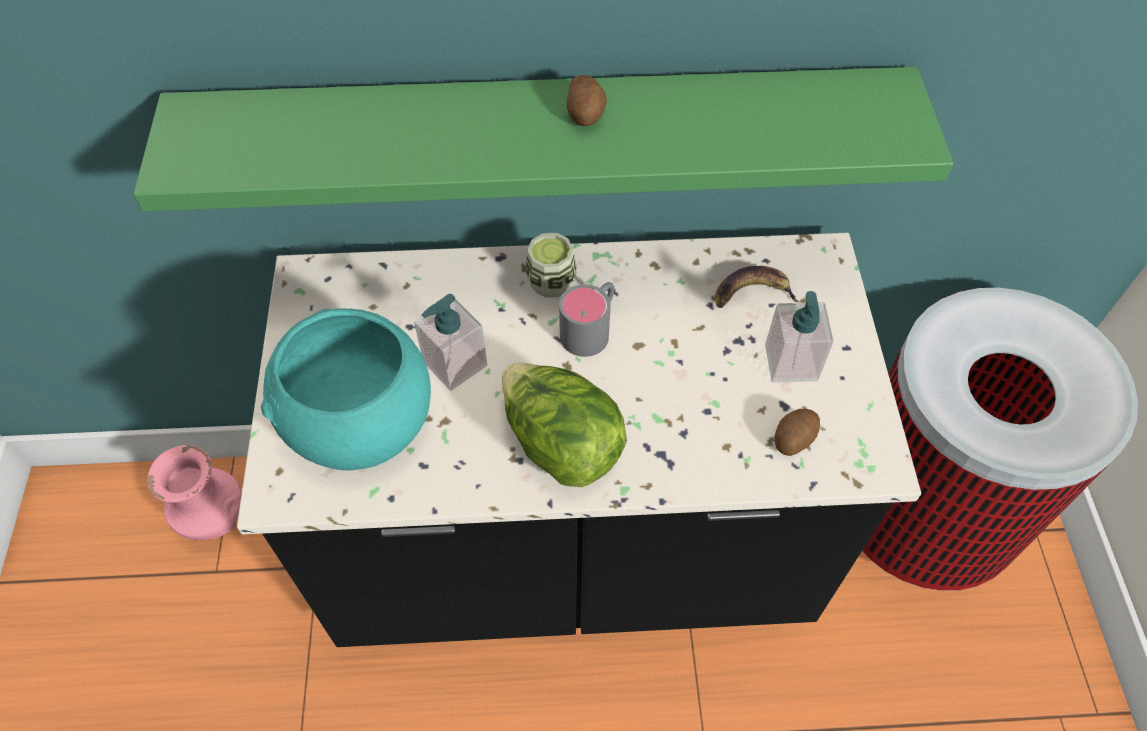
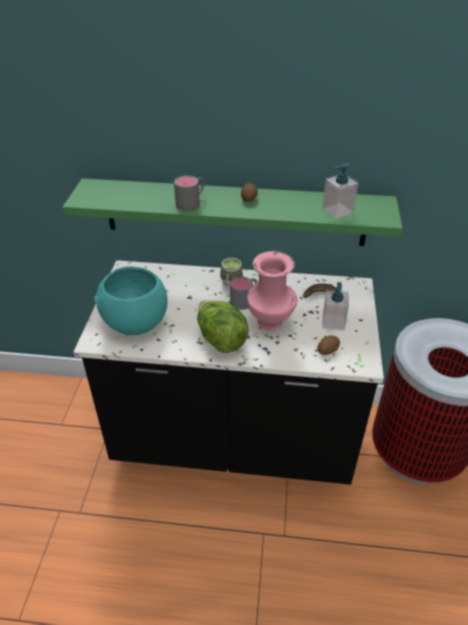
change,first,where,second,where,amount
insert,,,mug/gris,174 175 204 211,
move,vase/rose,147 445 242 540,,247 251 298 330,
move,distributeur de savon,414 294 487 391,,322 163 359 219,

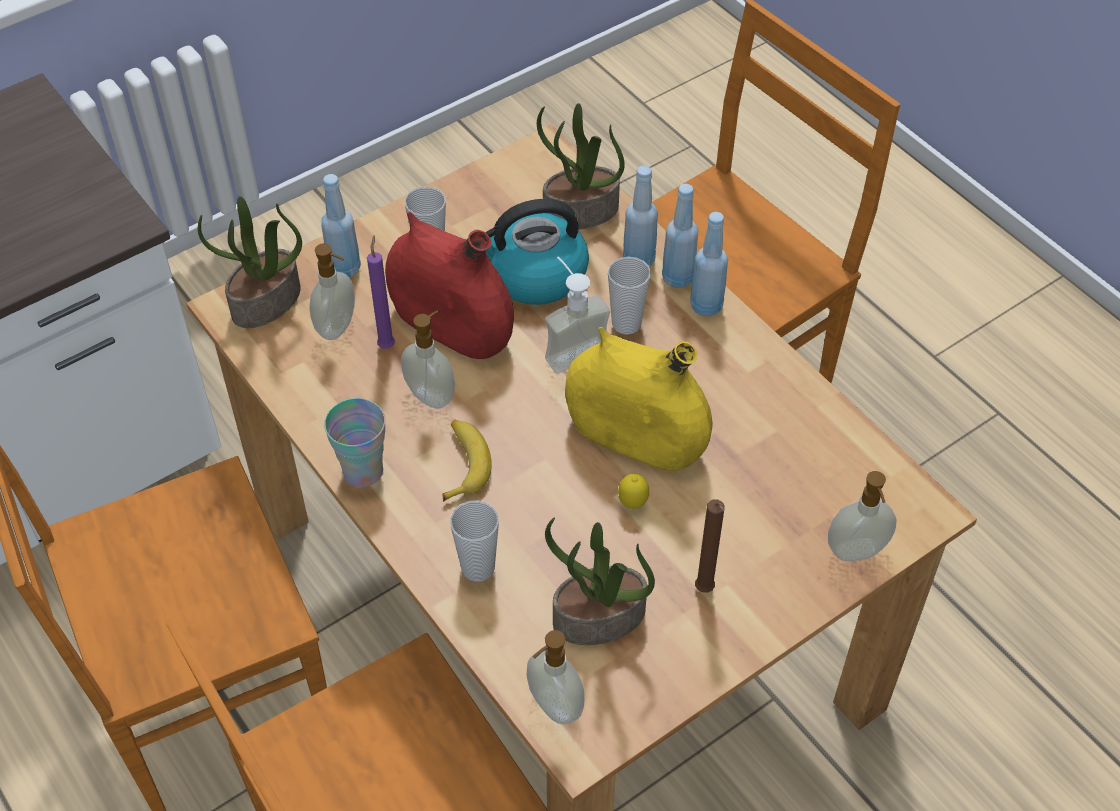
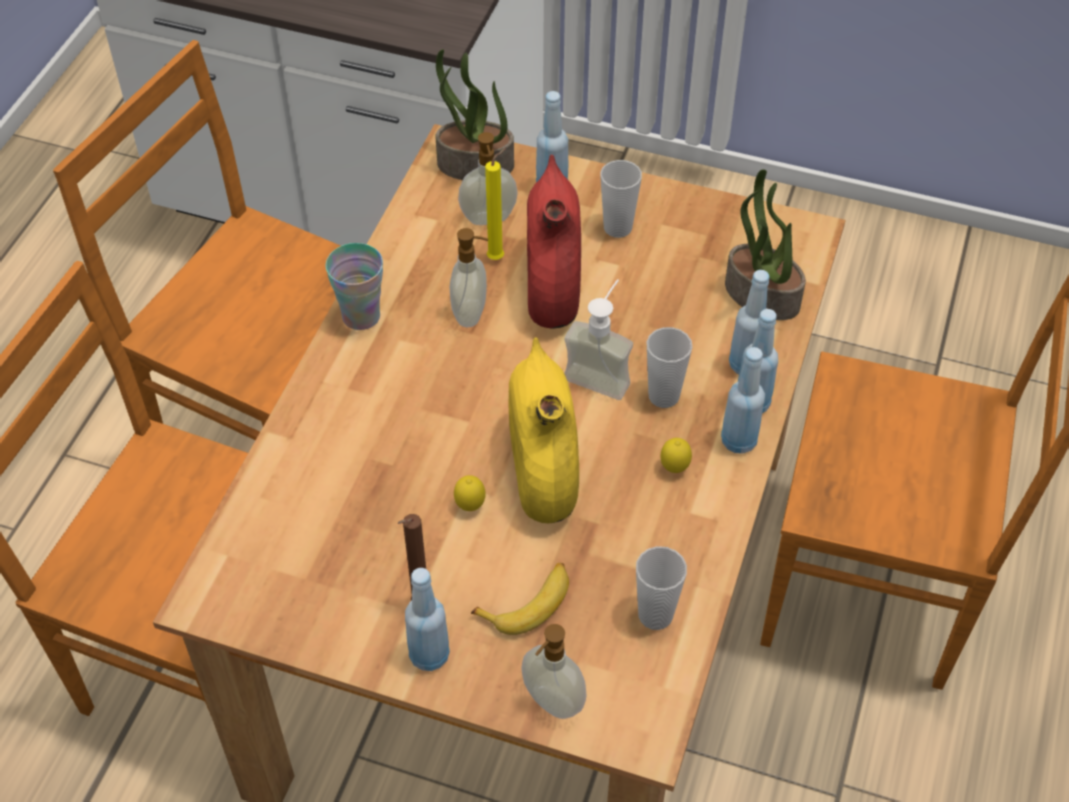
change,first,where,second,where,amount
insert,,,bouteille/bleu,405 568 450 671,
move,banane,442 420 492 502,,471 563 569 635,
recolor,bougie/violet,367 235 395 349,bougie/jaune,485 148 506 260,
move,tasse,450 500 499 582,,636 546 687 630,
insert,,,citron,660 438 692 473,
delete,bouilloire,485 199 589 305,,,
delete,distributeur de savon,527 630 584 724,,,
delete,plante en pot,545 517 655 645,,,

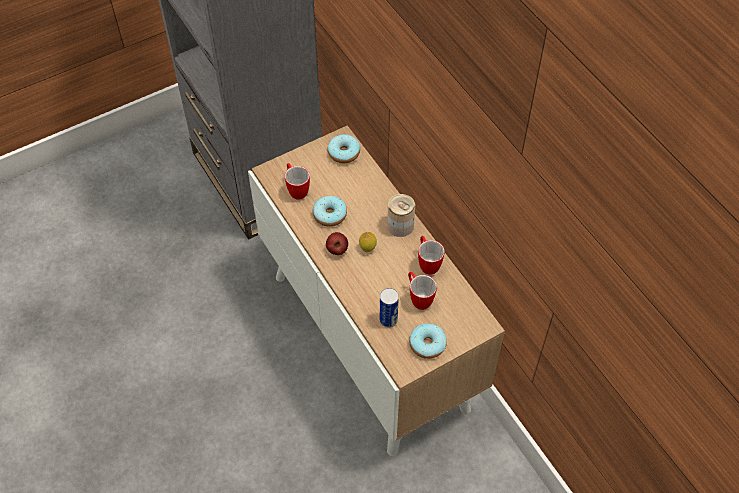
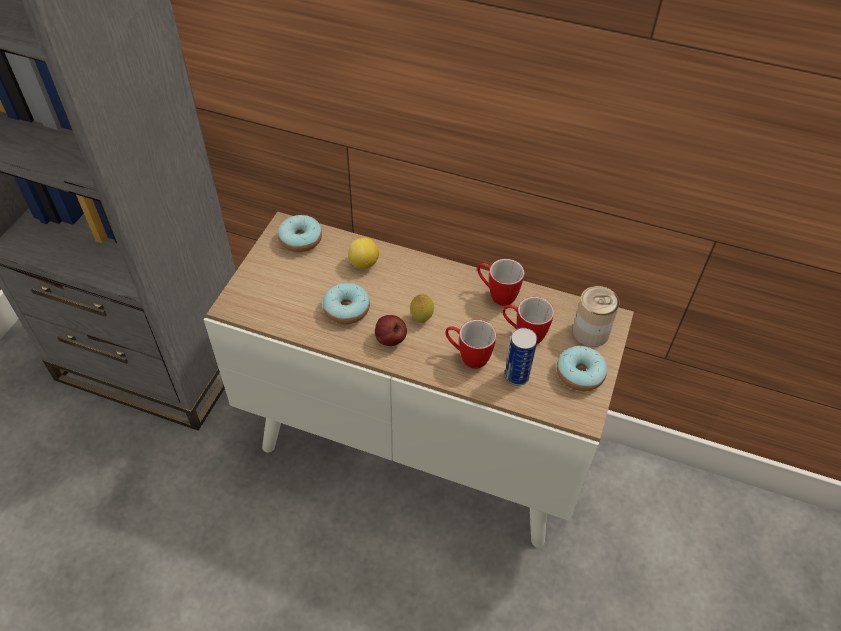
change,first,where,second,where,amount
insert,,,citron,348 238 379 268,
move,mug,285 163 310 200,,445 320 496 369,
move,boîte métallique,387 194 415 237,,573 286 620 347,

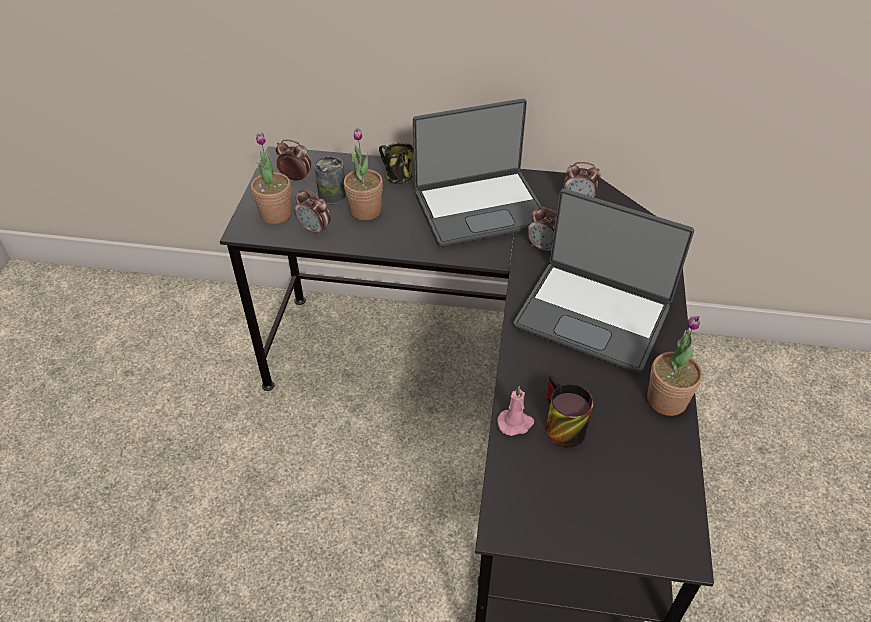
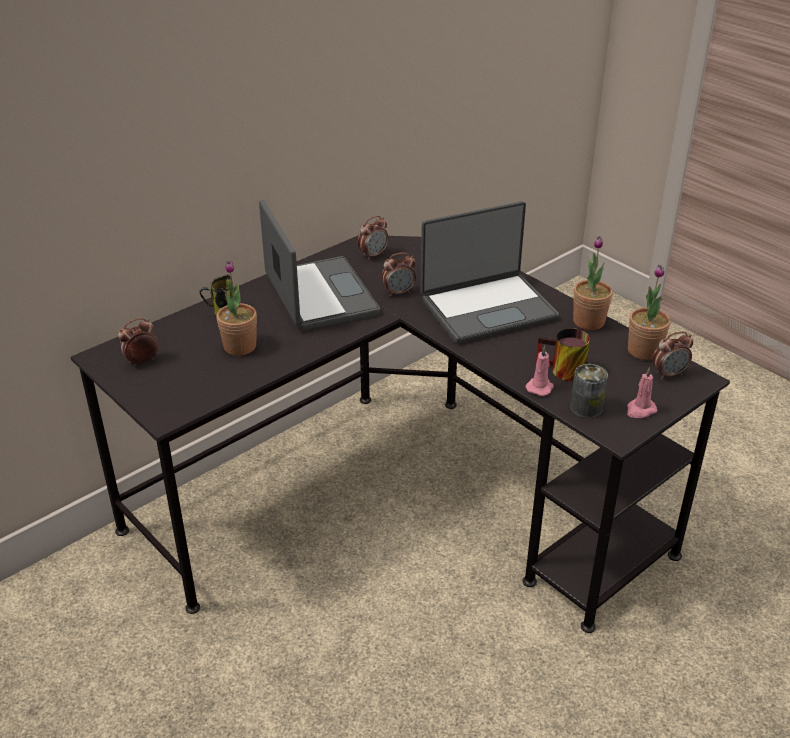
change,first,where,second,where,amount
rotate,ordinateur portable,413 99 546 247,,259 200 380 331,45 degrees counterclockwise
move,boîte métallique,314 156 346 204,,570 364 608 418,
insert,,,bougie/rose,627 367 657 418,
move,plante en pot,251 132 292 224,,628 265 670 360,
move,réveil,295 189 331 236,,653 332 693 379,

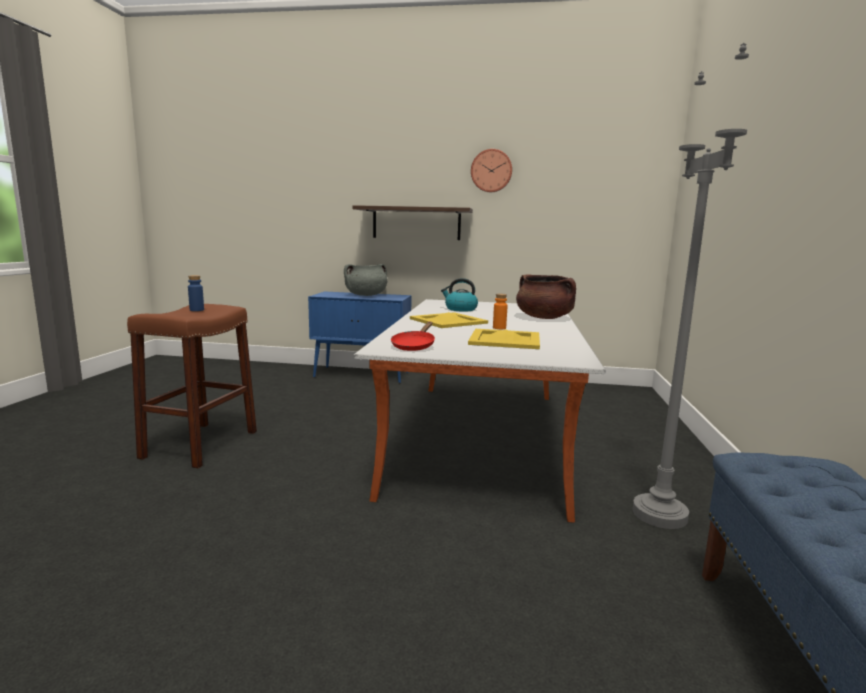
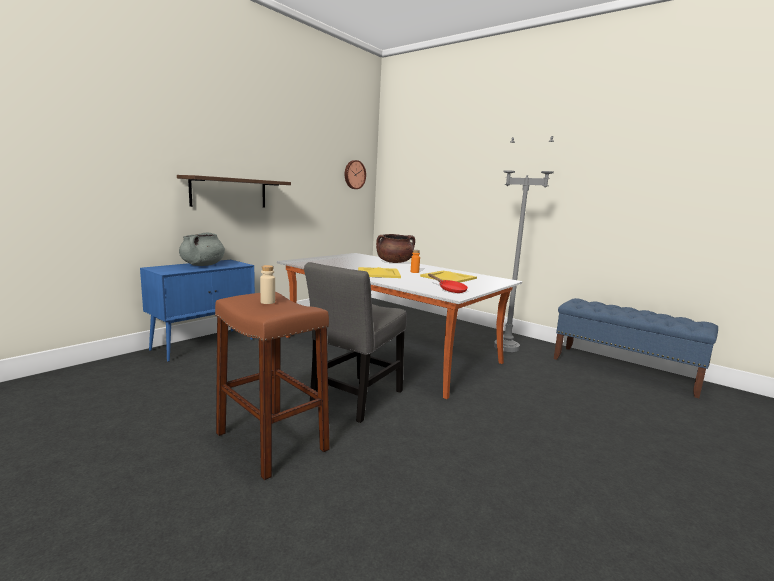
change,first,where,second,where,amount
recolor,bouteille/bleu,188 275 204 311,bouteille/beige,260 265 275 304,
insert,,,chaise/gris,304 262 407 423,
move,horloge murale,471 149 512 192,,345 160 366 189,
delete,bouilloire,441 278 478 312,,,

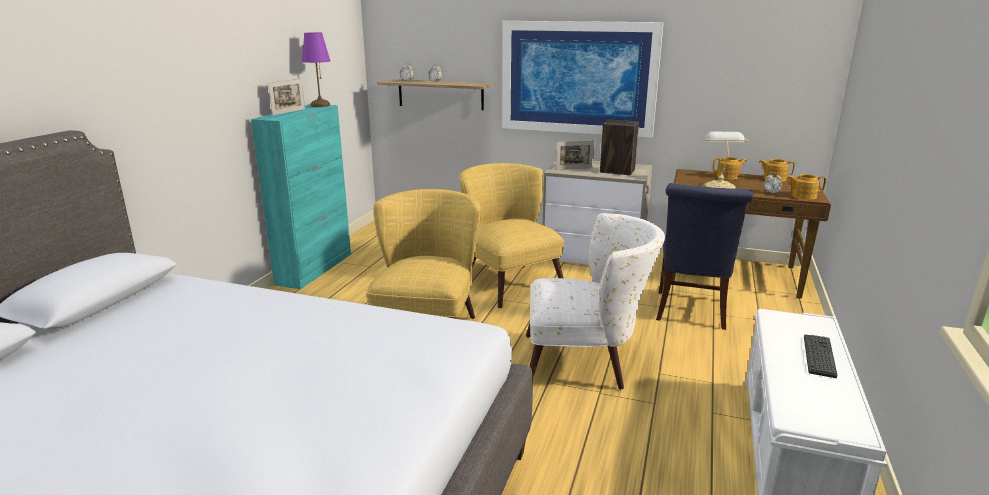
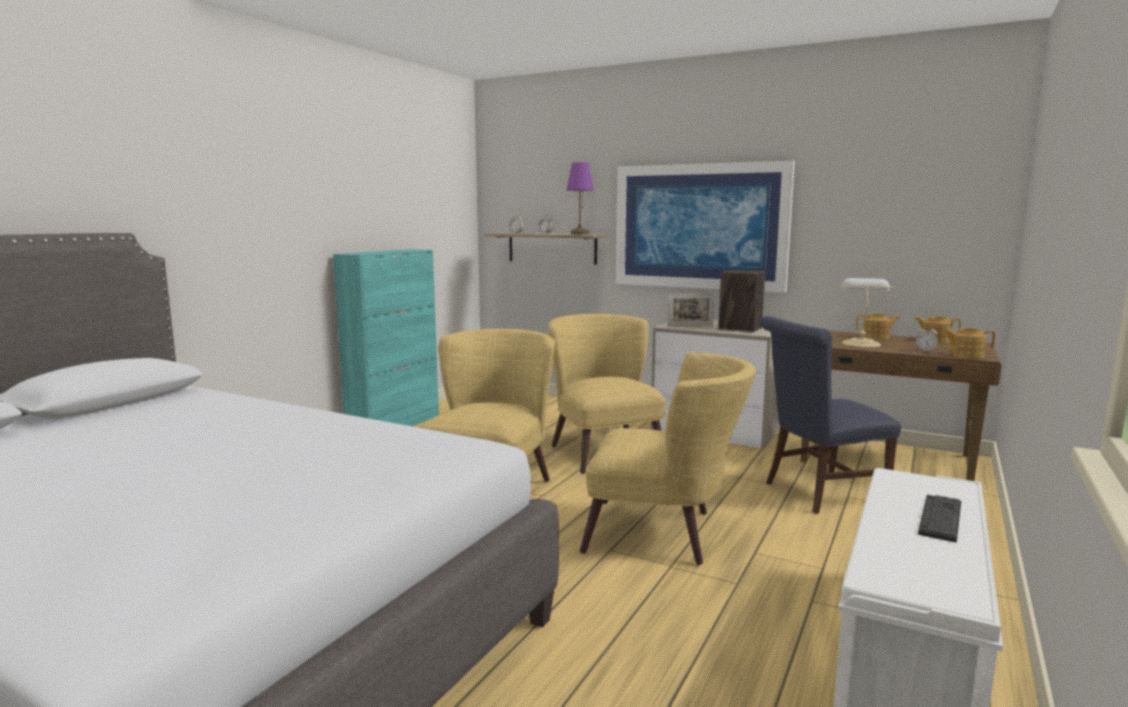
change,first,where,second,where,amount
move,lampe de table/violet,302 32 330 107,,566 162 594 234,
recolor,fauteuil/blanc,526 213 665 389,fauteuil/jaune,580 352 756 565,
rotate,chaise/bleu,656 183 754 330,,760 316 901 514,45 degrees clockwise
delete,cadre photo,268 78 305 116,,,

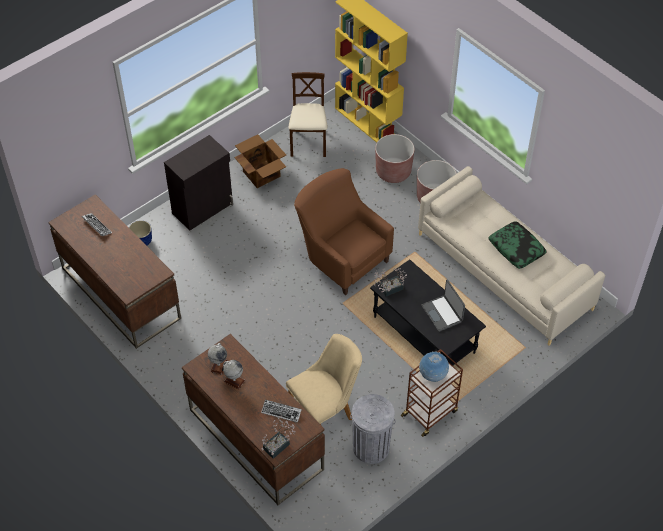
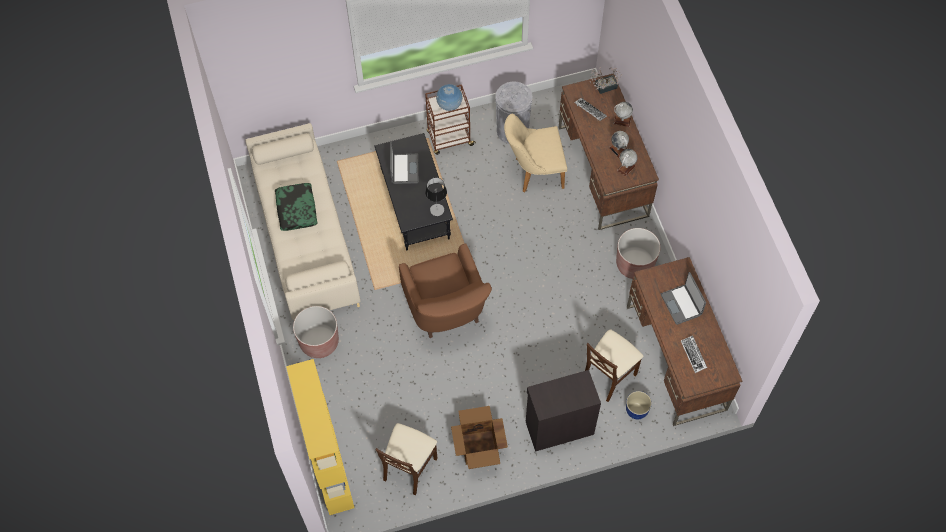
change,first,where,second,where,amount
replace,plante en pot,374 268 407 297,lampe de table,425 178 447 216,
insert,,,chaise/beige,585 329 644 402,
insert,,,globe,614 102 633 127,
move,cache-pot/marron,375 134 415 183,,616 228 660 279,
insert,,,ordinateur portable,661 272 706 325,

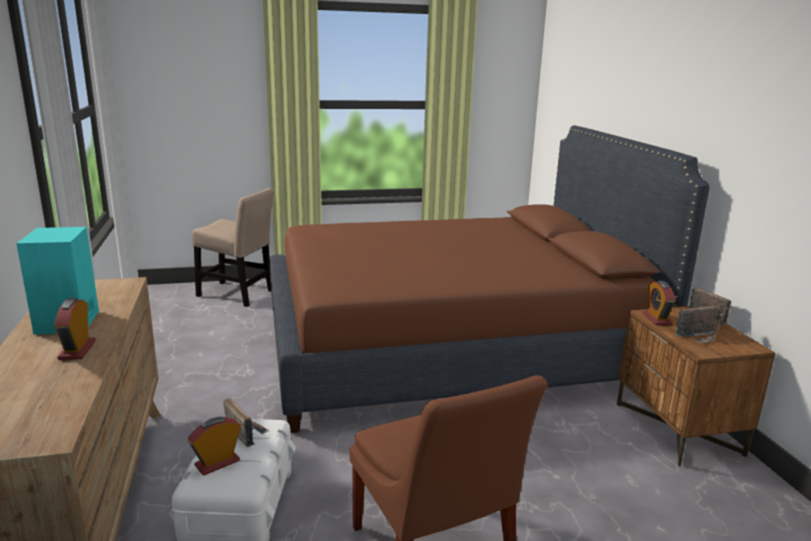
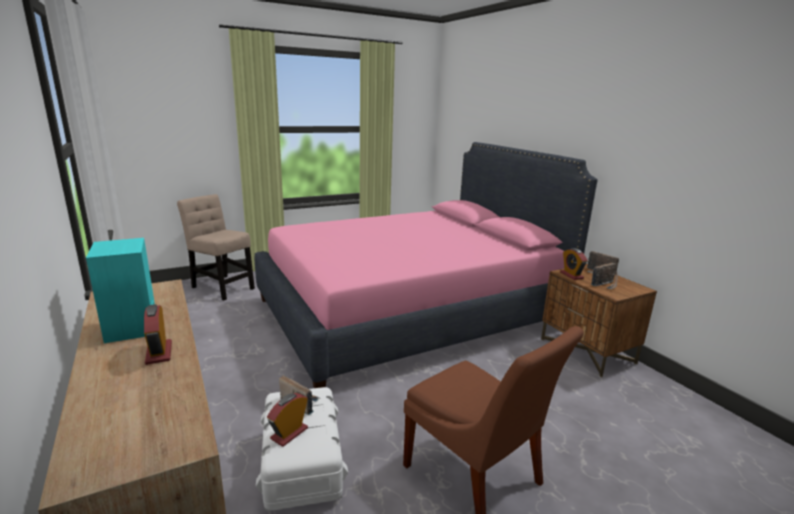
change,first,where,second,where,amount
rotate,chaise/beige,192 188 274 307,,177 194 255 300,150 degrees counterclockwise
recolor,lit/marron,270 125 710 433,lit/rose,255 142 598 388,

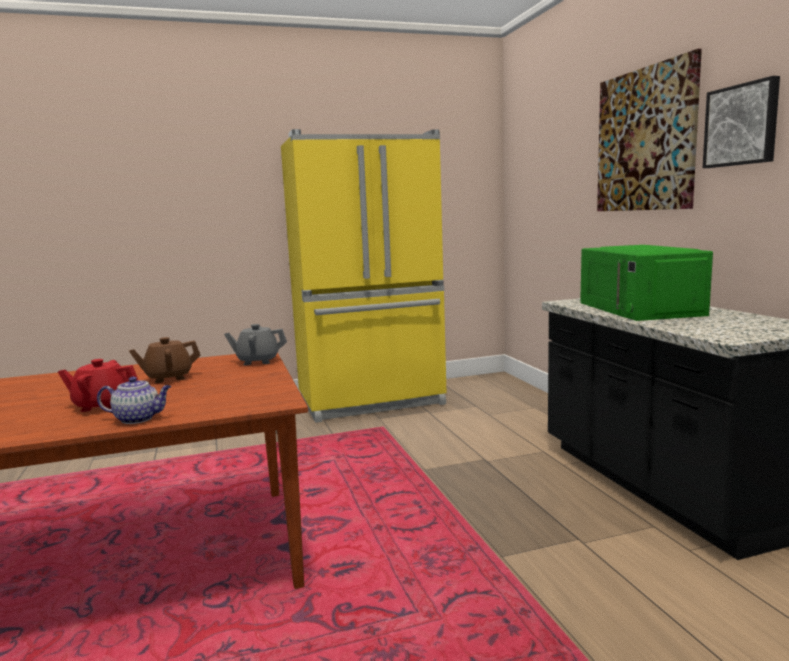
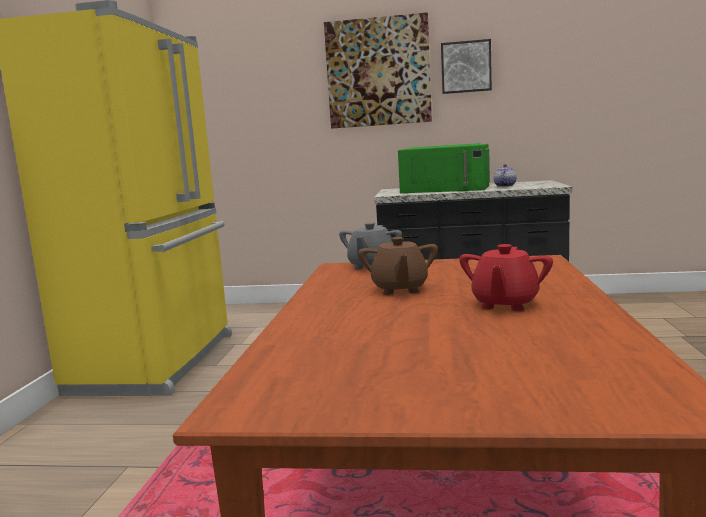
change,first,where,second,where,amount
move,théière,97 376 171 424,,494 164 517 187,

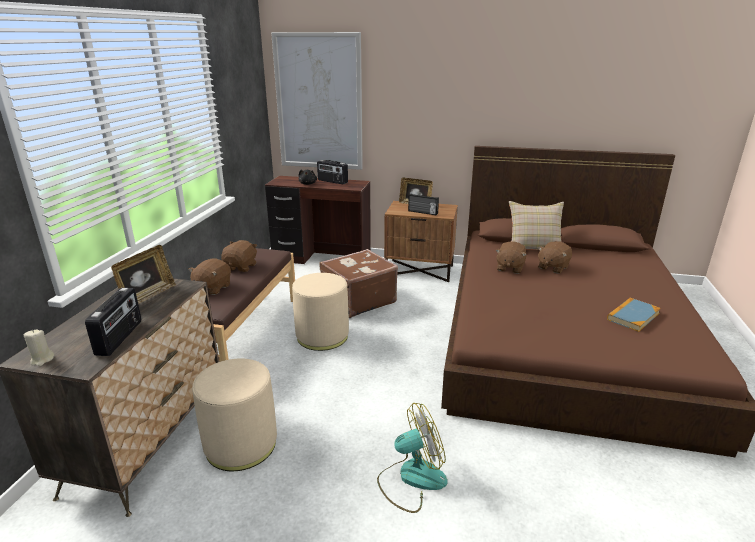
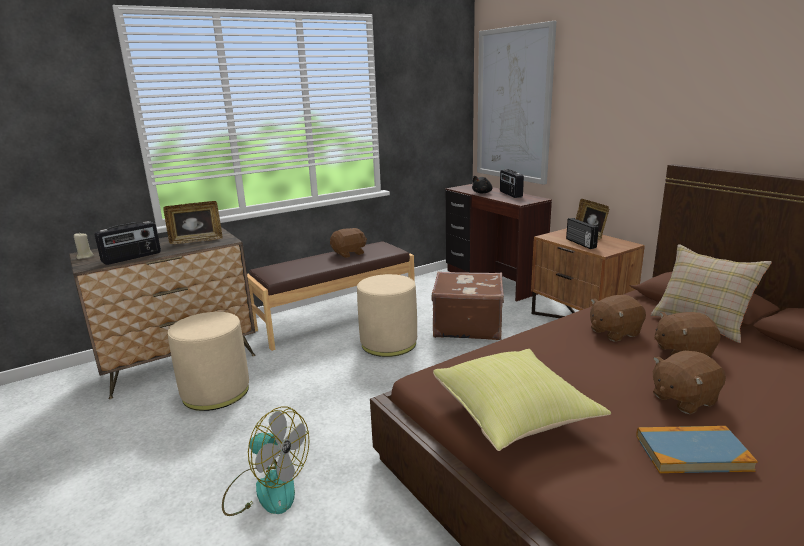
change,first,where,second,where,amount
insert,,,coussin/jaune,433 349 611 451,
move,peluche/marron,188 258 231 295,,653 351 726 414,

